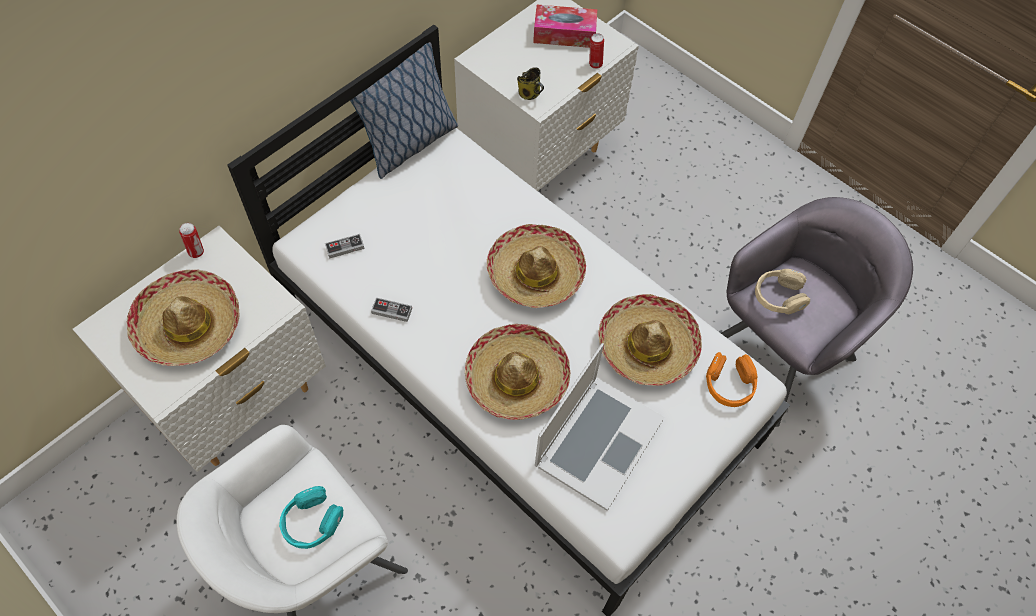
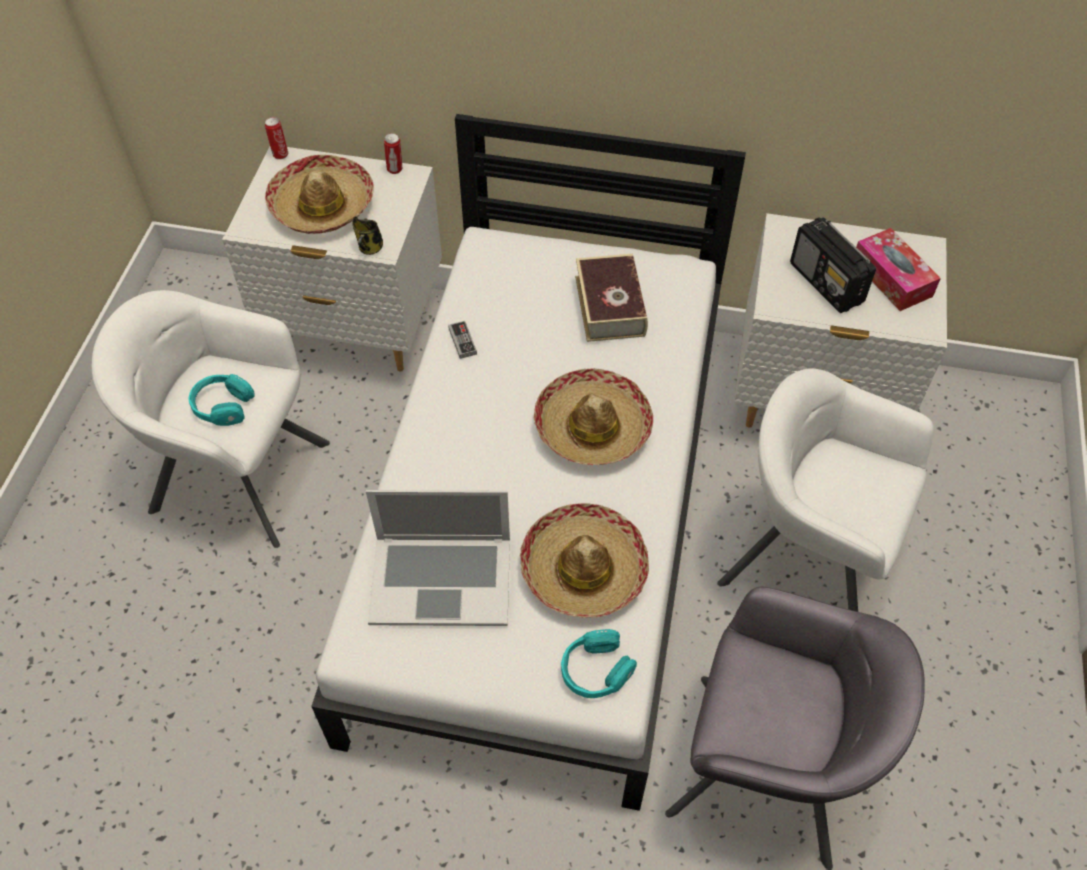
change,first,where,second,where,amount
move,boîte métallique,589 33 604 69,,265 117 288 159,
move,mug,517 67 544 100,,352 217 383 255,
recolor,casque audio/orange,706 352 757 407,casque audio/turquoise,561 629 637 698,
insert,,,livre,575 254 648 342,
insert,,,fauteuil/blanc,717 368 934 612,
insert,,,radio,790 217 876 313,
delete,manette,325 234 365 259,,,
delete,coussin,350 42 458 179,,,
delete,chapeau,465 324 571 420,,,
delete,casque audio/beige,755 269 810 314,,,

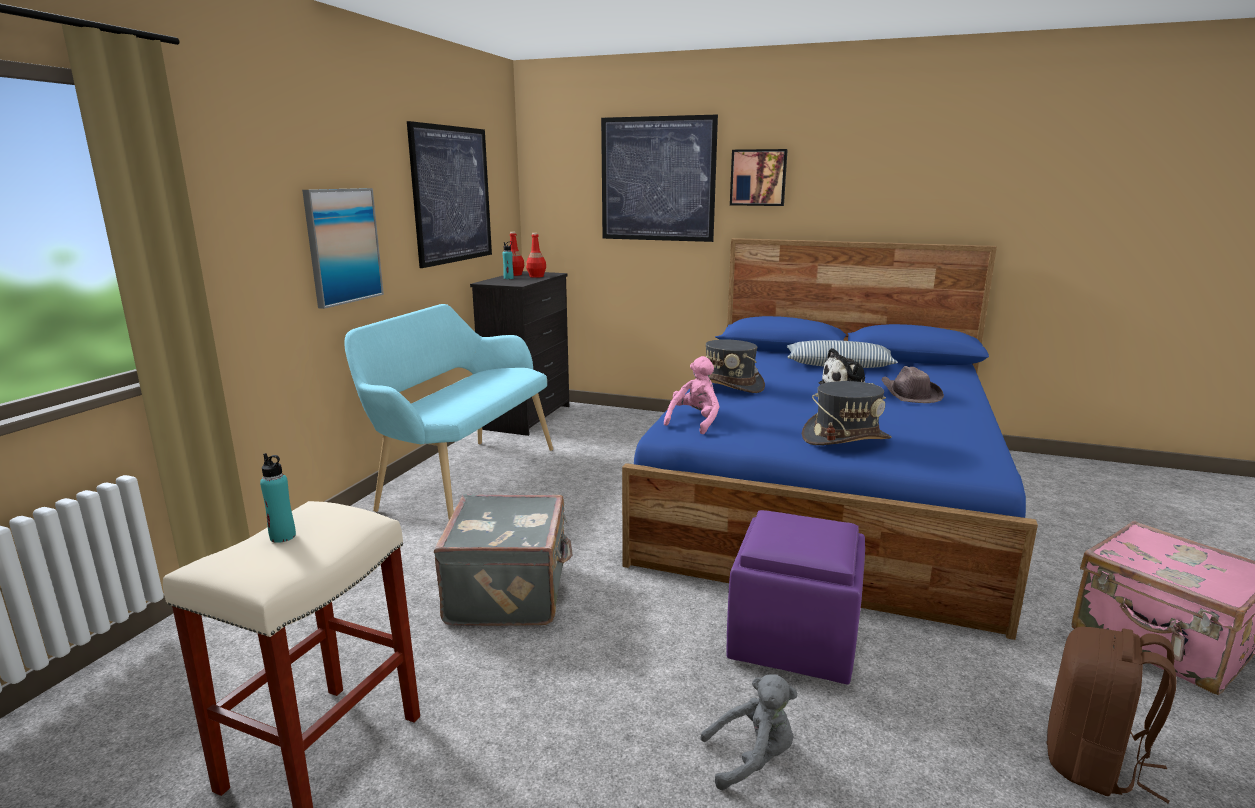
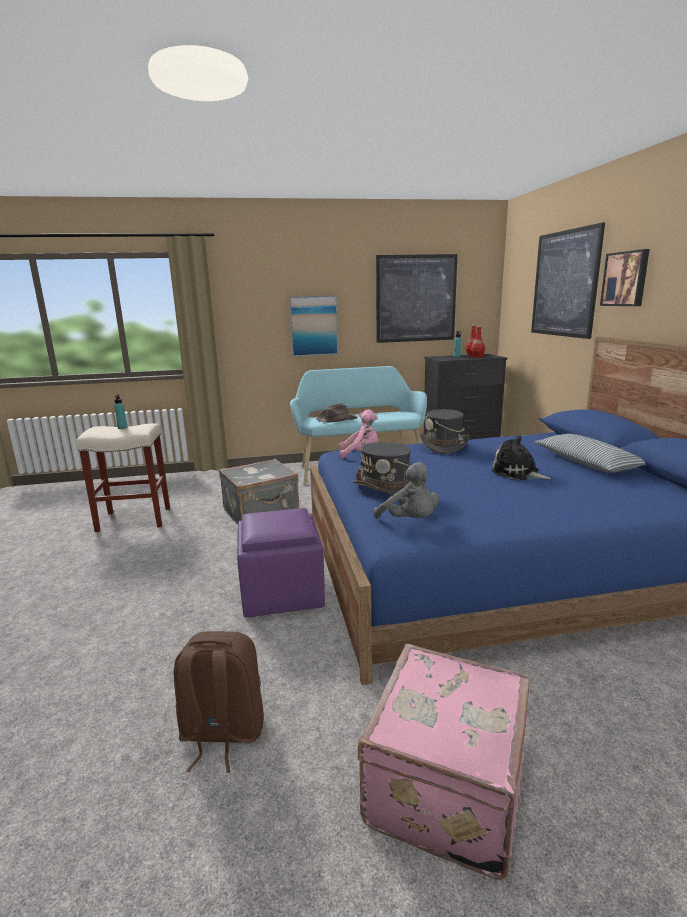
change,first,where,second,where,amount
move,chapeau/marron,881 366 944 403,,316 404 358 423,
move,peluche/gris,700 674 797 790,,374 462 439 519,

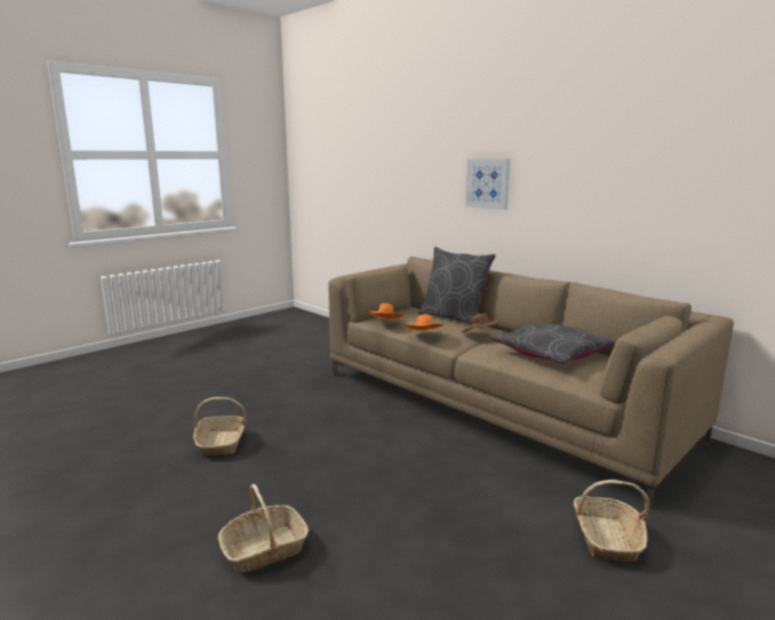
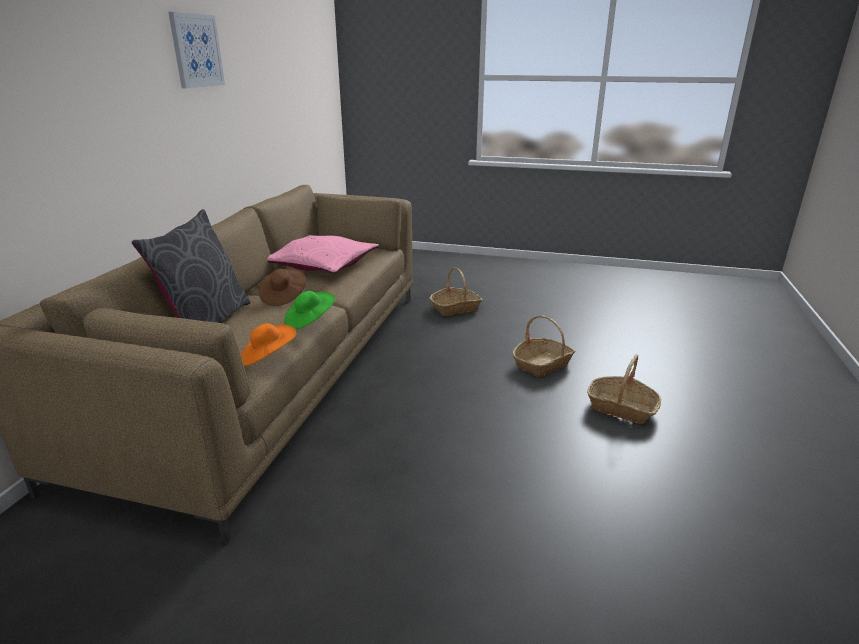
change,first,where,second,where,amount
move,tableau,466 159 510 210,,168 12 225 88,
recolor,coussin/gris,490 323 616 364,coussin/rose,267 235 379 274,
recolor,chapeau/orange,405 314 444 331,chapeau/vert,284 291 335 329,
move,panier,193 397 246 456,,512 315 575 377,

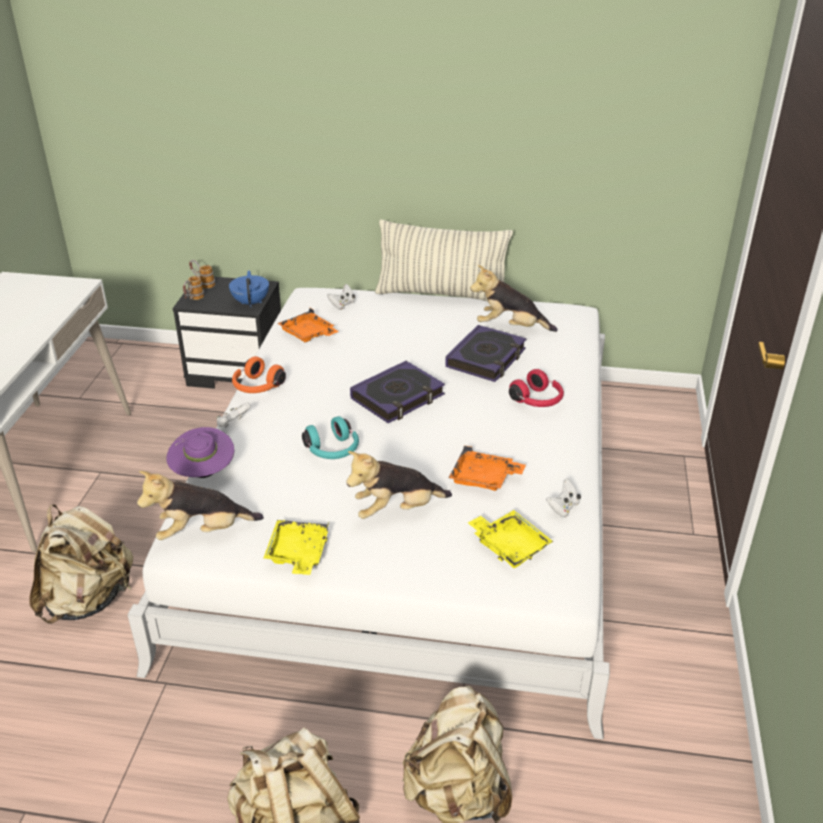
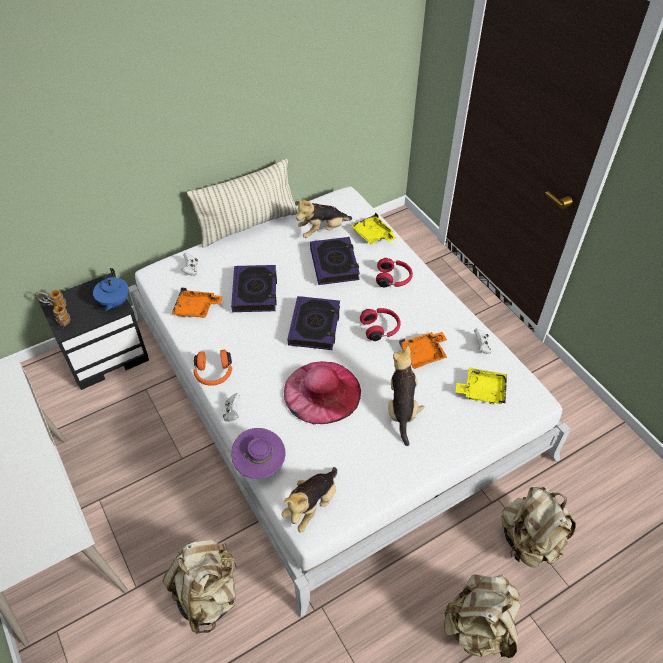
change,first,where,second,where,amount
rotate,théière/bleu,229 270 269 307,,93 268 129 311,135 degrees counterclockwise
insert,,,livre,231 265 277 312,
replace,casque audio/turquoise,302 416 359 459,chapeau/rose,284 361 361 424,
move,plateau/jaune,264 520 329 575,,351 212 396 244,
insert,,,casque audio/rouge,360 308 401 341,
rotate,peluche,346 451 452 519,,388 346 424 446,150 degrees clockwise

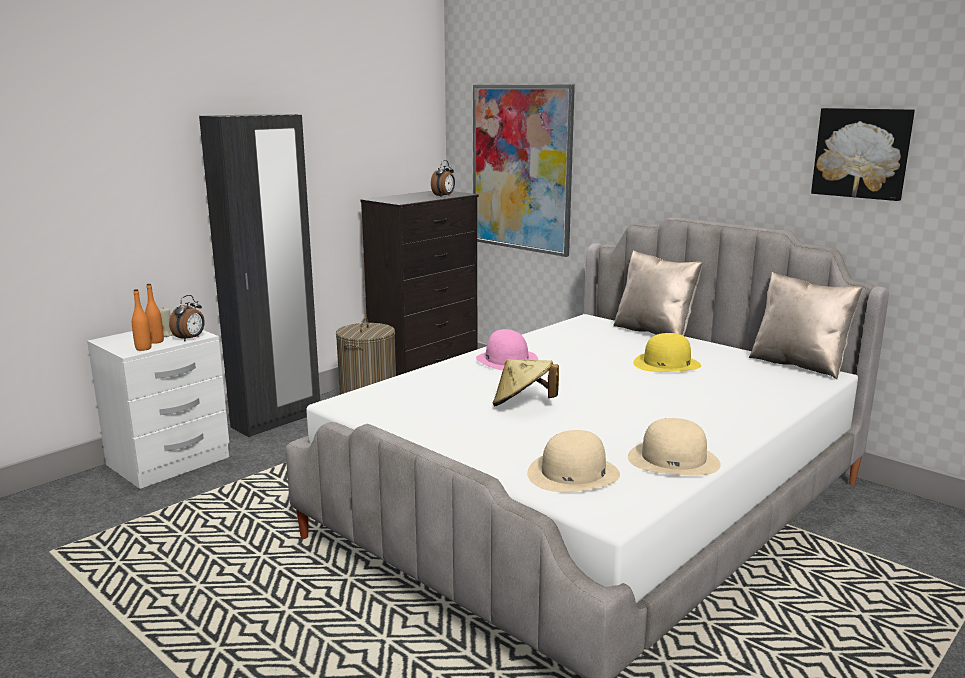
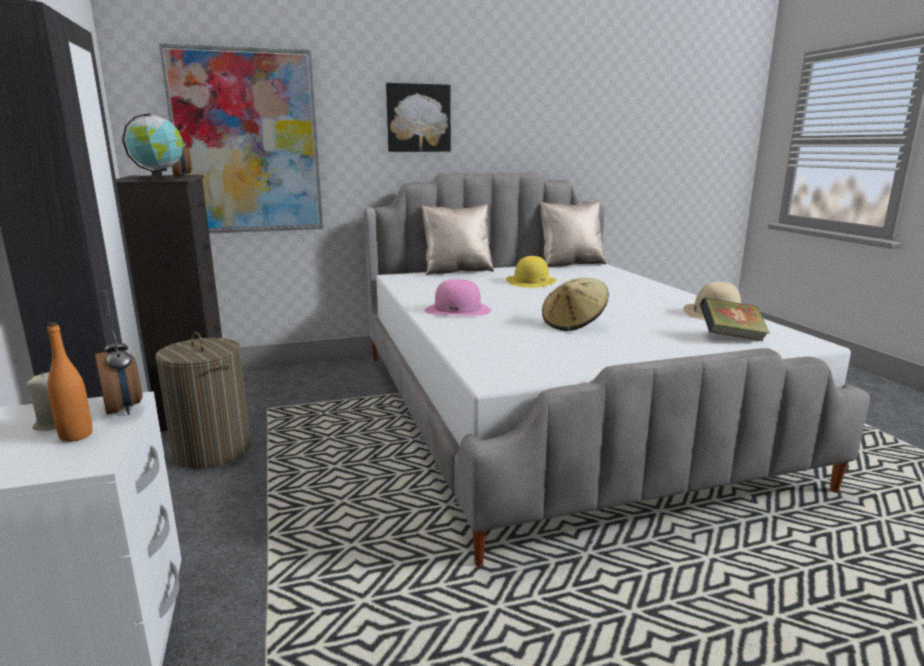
change,first,where,second,where,amount
insert,,,globe,122 113 183 181,
move,tableau,811 108 915 201,,386 83 451 152,
replace,chapeau/beige,527 430 620 492,livre,700 298 770 341,
delete,bouteille/orange,132 289 151 351,,,

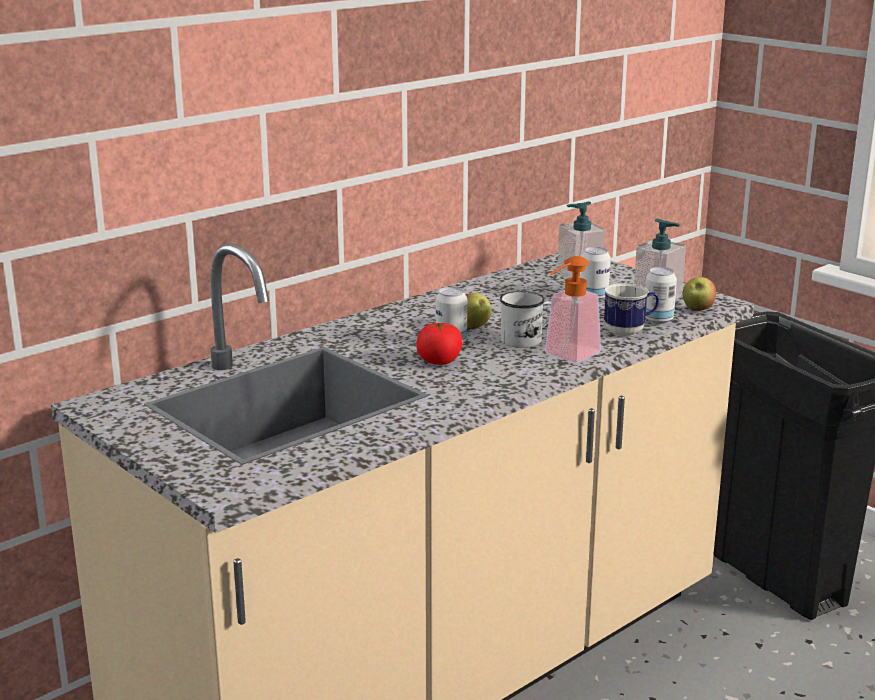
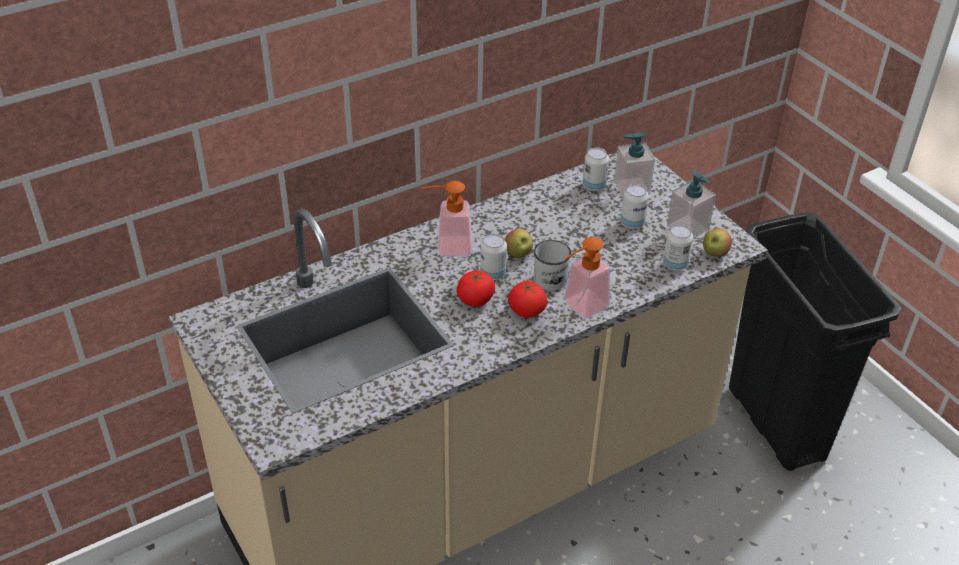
change,first,where,second,where,amount
insert,,,distributeur de savon,421 181 473 257,
insert,,,tomate,508 281 547 318,
insert,,,boîte métallique,583 148 609 191,
delete,mug,604 283 659 337,,,

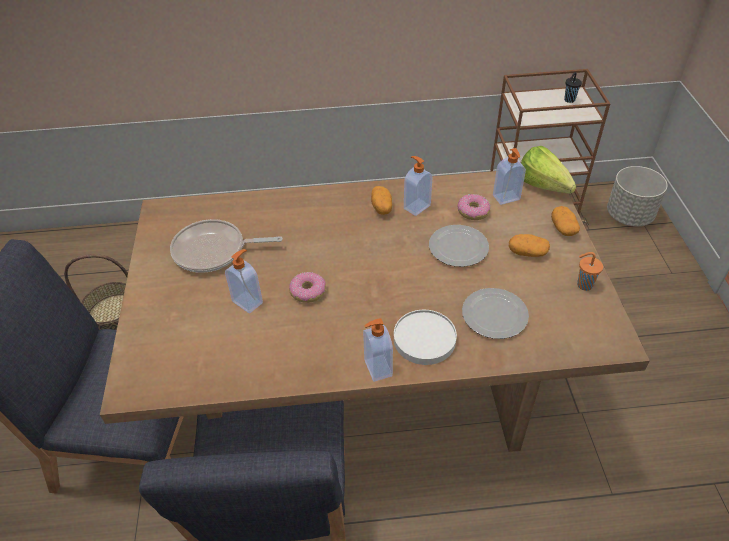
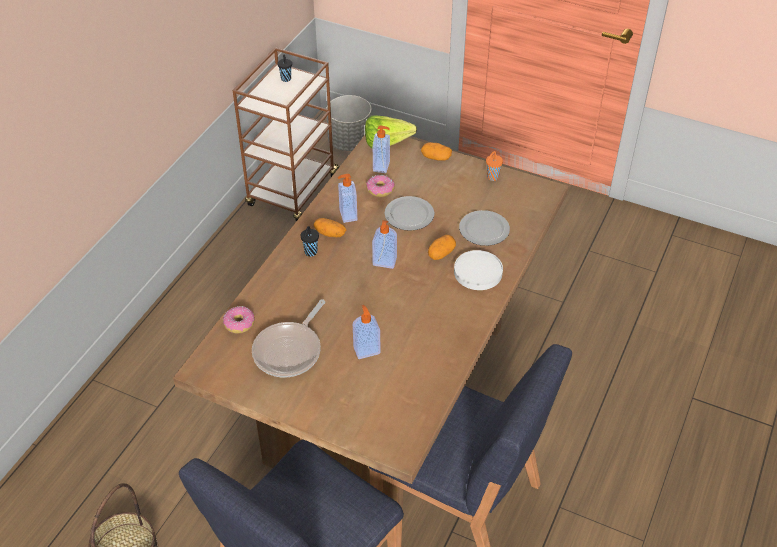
change,first,where,second,where,amount
move,beignet,289 272 326 303,,223 306 255 334,
insert,,,tasse/noir,301 226 319 257,
move,distributeur de savon,363 318 393 382,,372 220 397 269,
move,pomme de terre,509 234 550 257,,428 235 456 260,

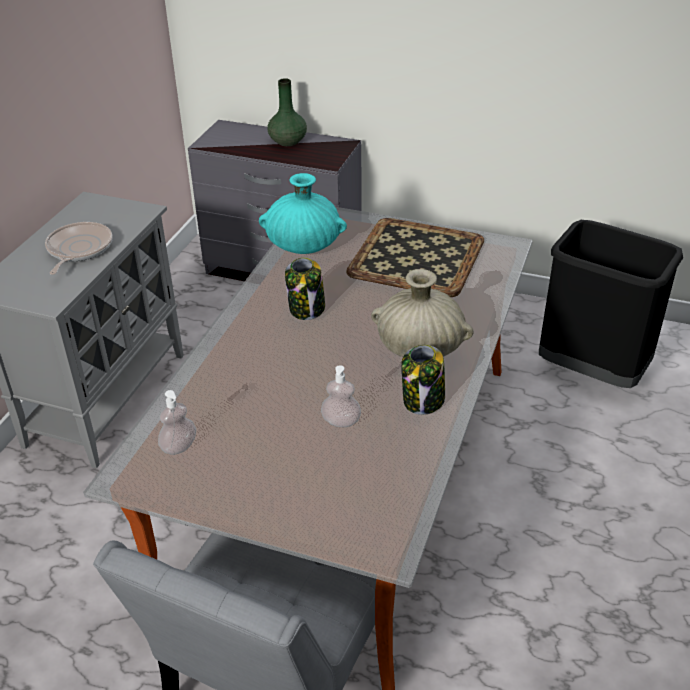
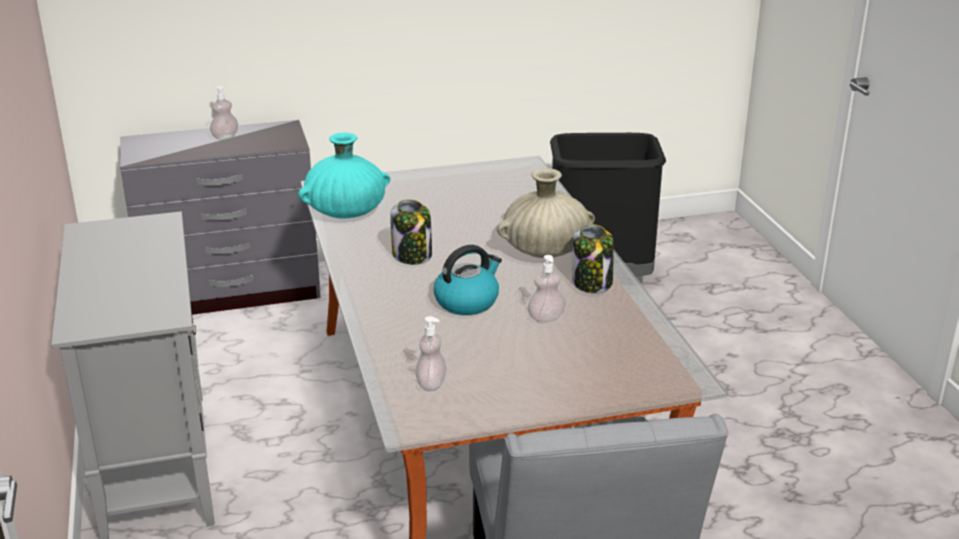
change,first,where,second,where,amount
replace,vase/vert,268 78 307 146,distributeur de savon,210 86 238 140,
insert,,,bouilloire,433 245 502 315,
delete,poêle,45 222 113 275,,,
delete,plateau,346 218 484 297,,,

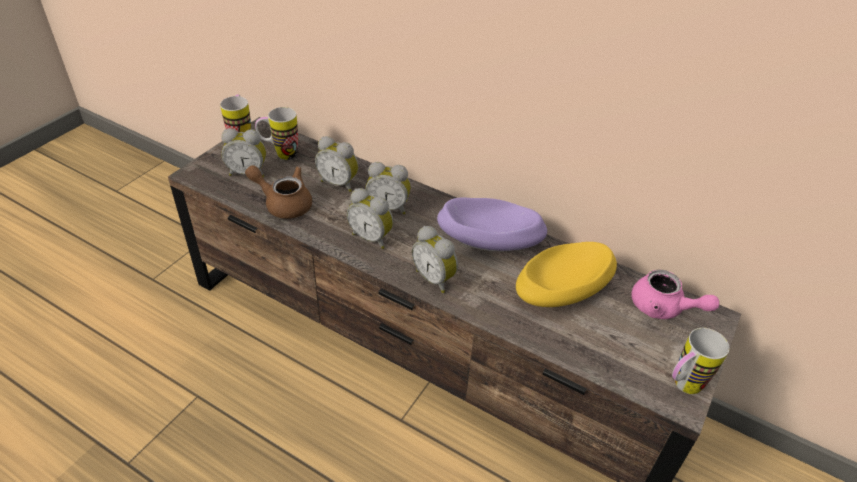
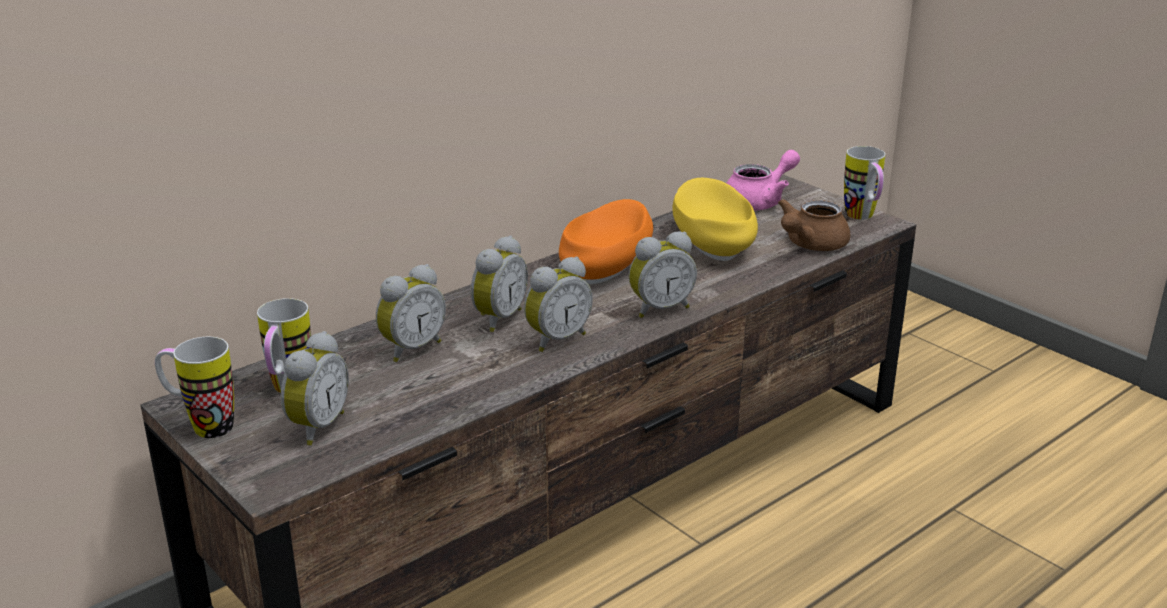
change,first,where,second,where,amount
recolor,bol/violet,437 197 547 251,bol/orange,559 199 653 284,
move,théière/marron,245 165 312 219,,778 199 851 251,

